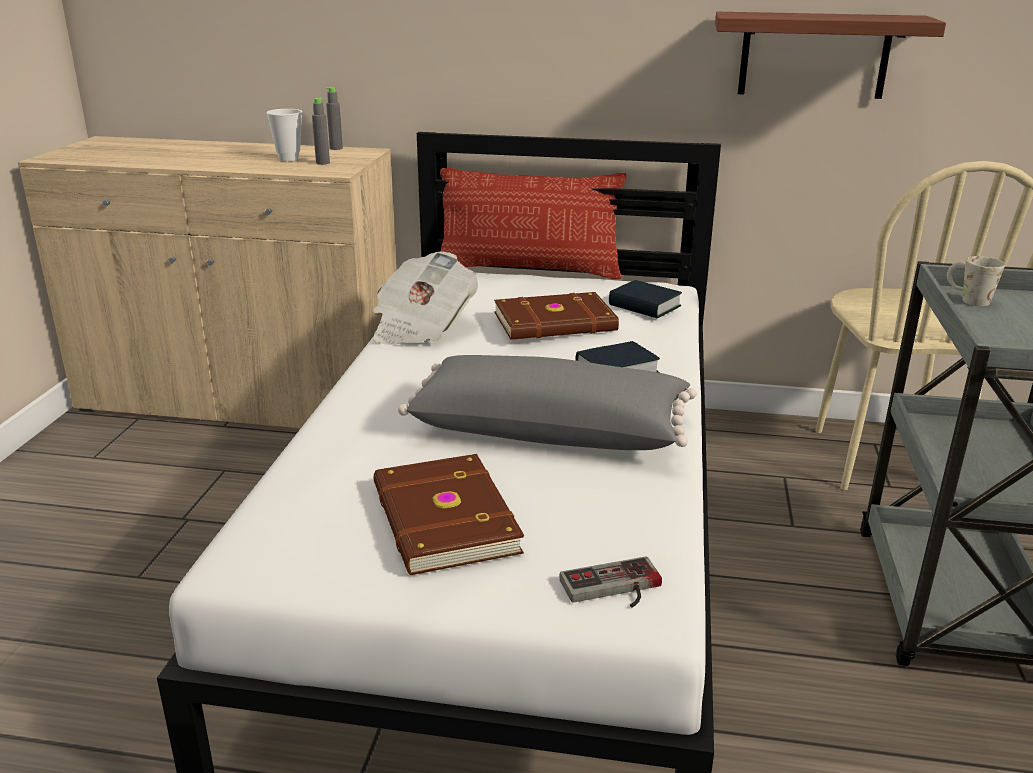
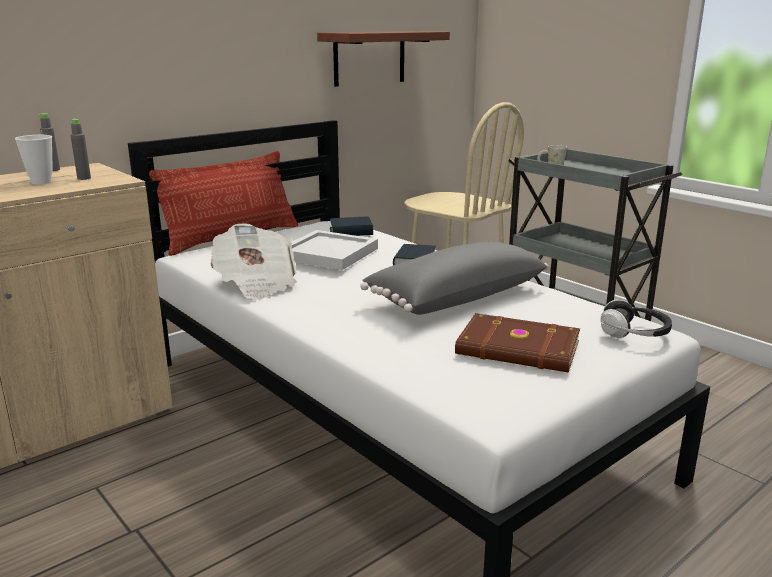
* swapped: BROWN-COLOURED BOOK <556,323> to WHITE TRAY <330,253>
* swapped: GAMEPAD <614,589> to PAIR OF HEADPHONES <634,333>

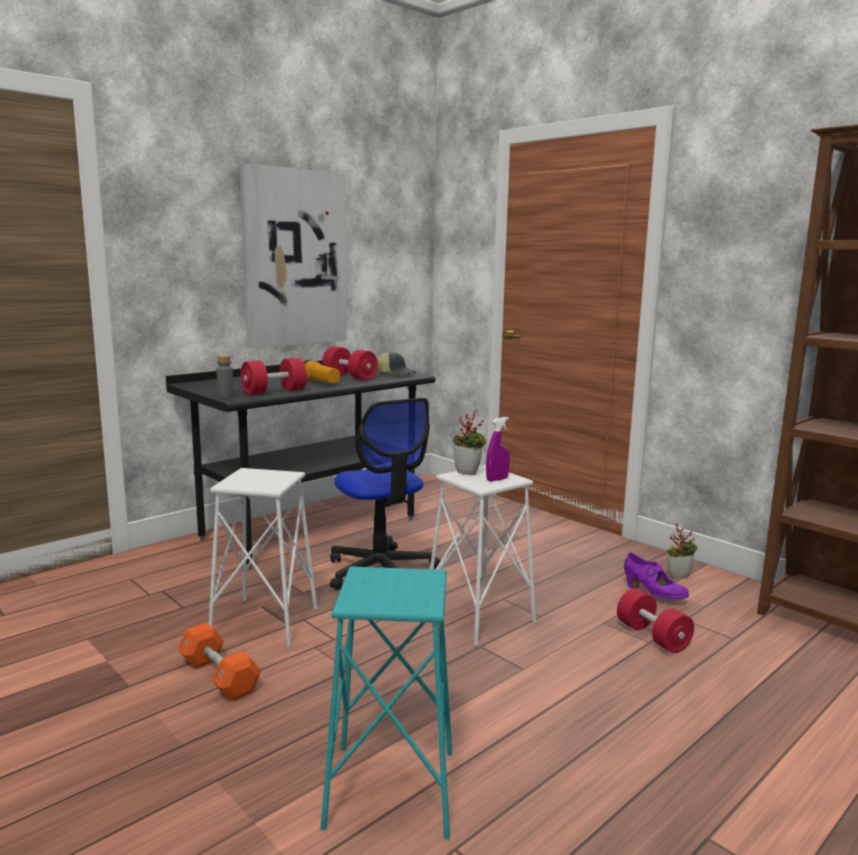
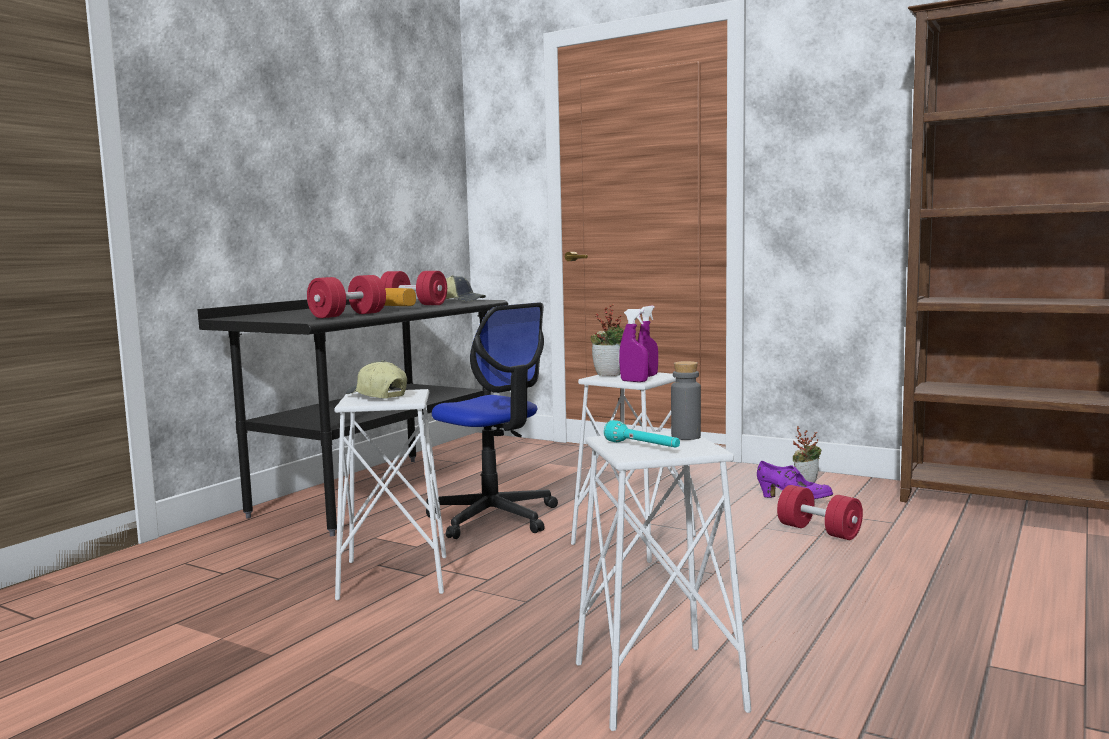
* gone: ORANGE DUMBBELL <219,676>
* gone: PICTURE <295,258>
* new: BASEBALL CAP <376,397>
* new: TURQUOISE HAND TORCH <643,447>
* new: PURPLE-COLOURED SPRAYER <634,381>
* shifted: GRAY DRINK BOTTLE <225,396> to <686,437>
* repainted: TURQUOISE STOOL <391,790> to WHITE STOOL <658,686>

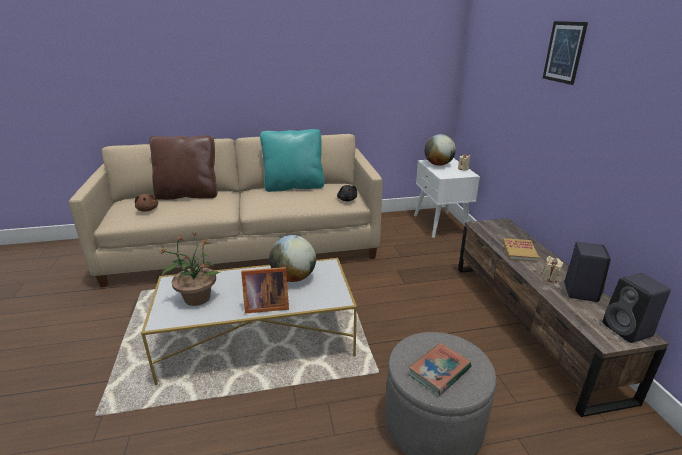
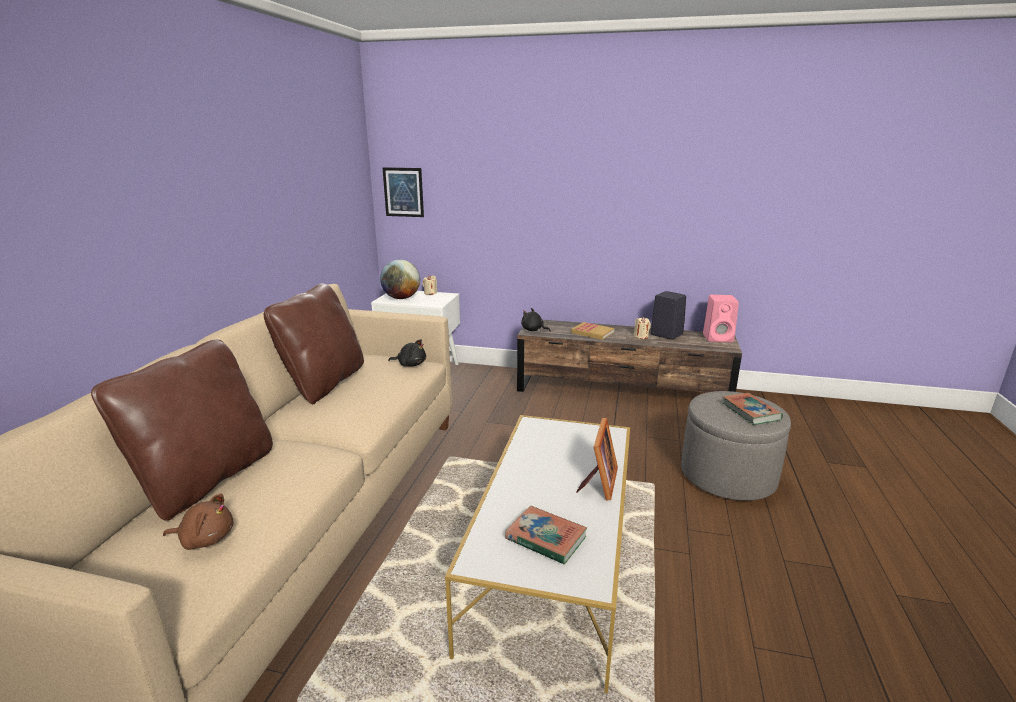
* gone: DESK GLOBE <294,278>
* new: BLACKISH CUDDLY TOY <533,330>
* shifted: PICTURE <564,52> to <403,192>
* swapped: HOUSEPLANT <197,297> to BOOK <546,538>
* repainted: TURQUOISE THROW PILLOW <294,186> to BROWN-COLOURED THROW PILLOW <324,383>
* repainted: BLACKISH AUDIO SPEAKER <628,330> to PINK AUDIO SPEAKER <718,338>

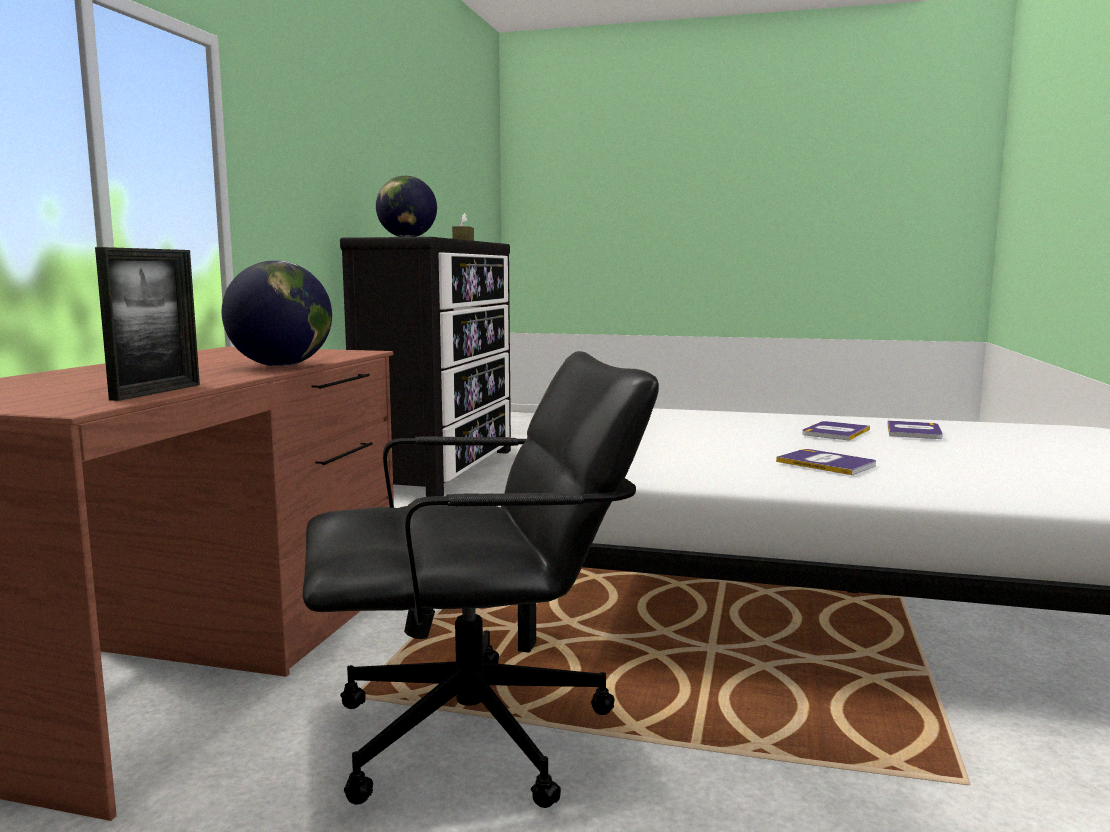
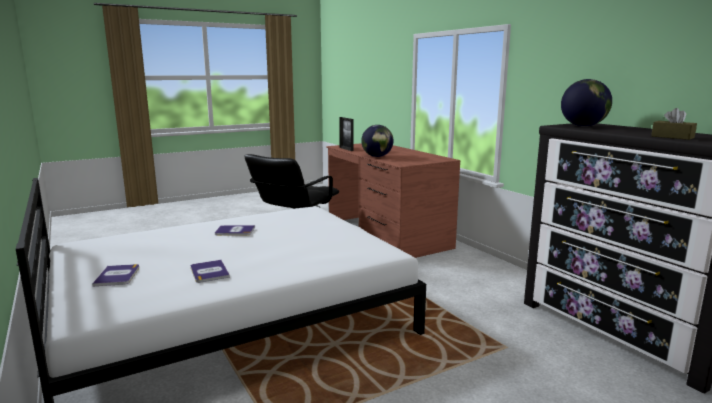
* shifted: BOOK <835,432> to <117,276>

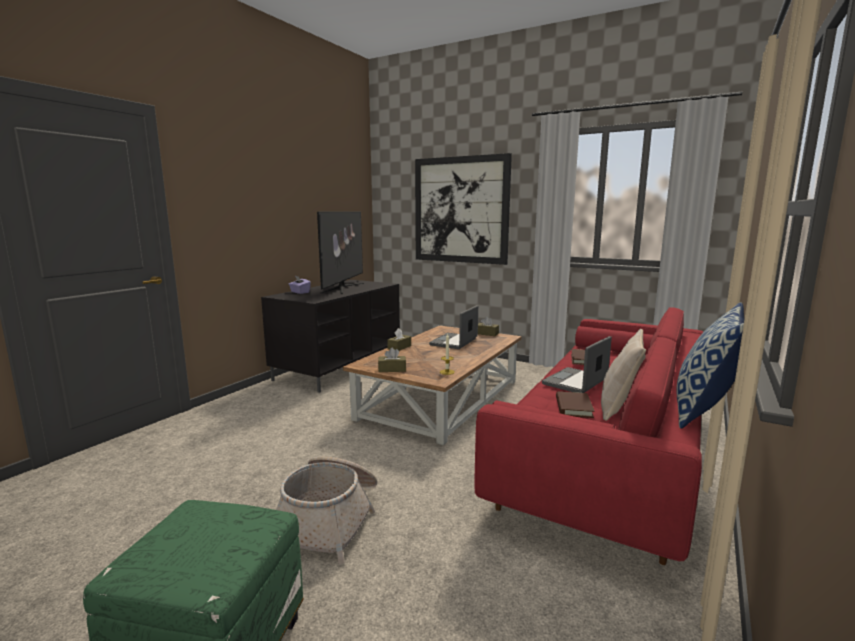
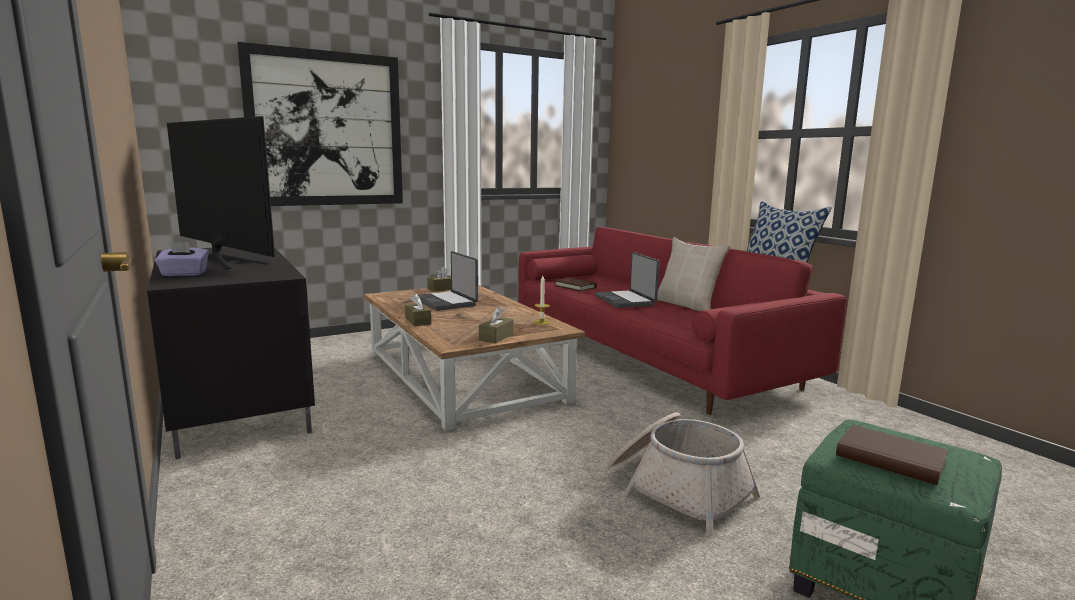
* shifted: BROWN-COLOURED BOOK <573,407> to <890,459>

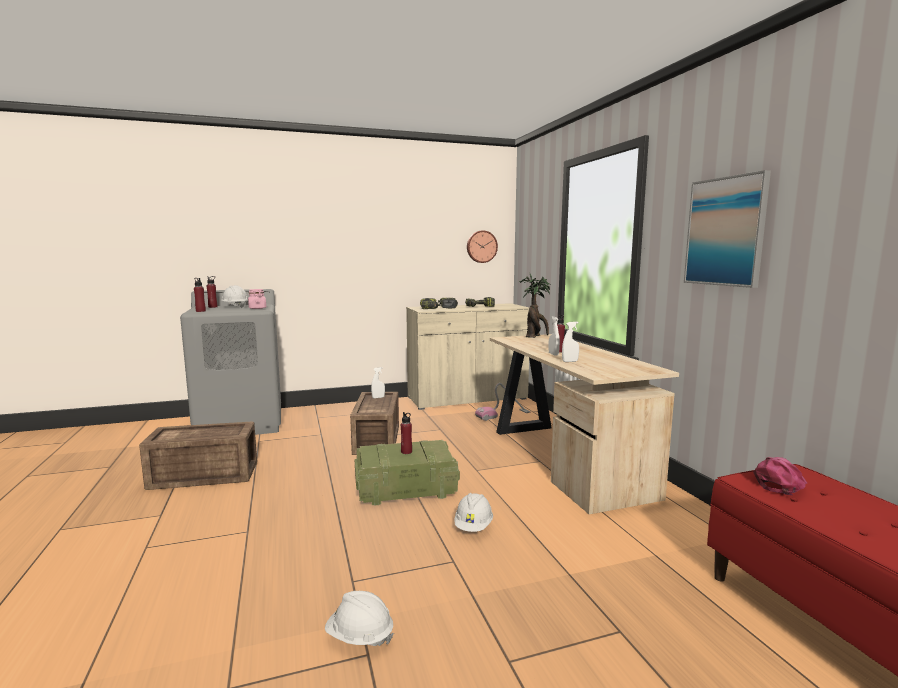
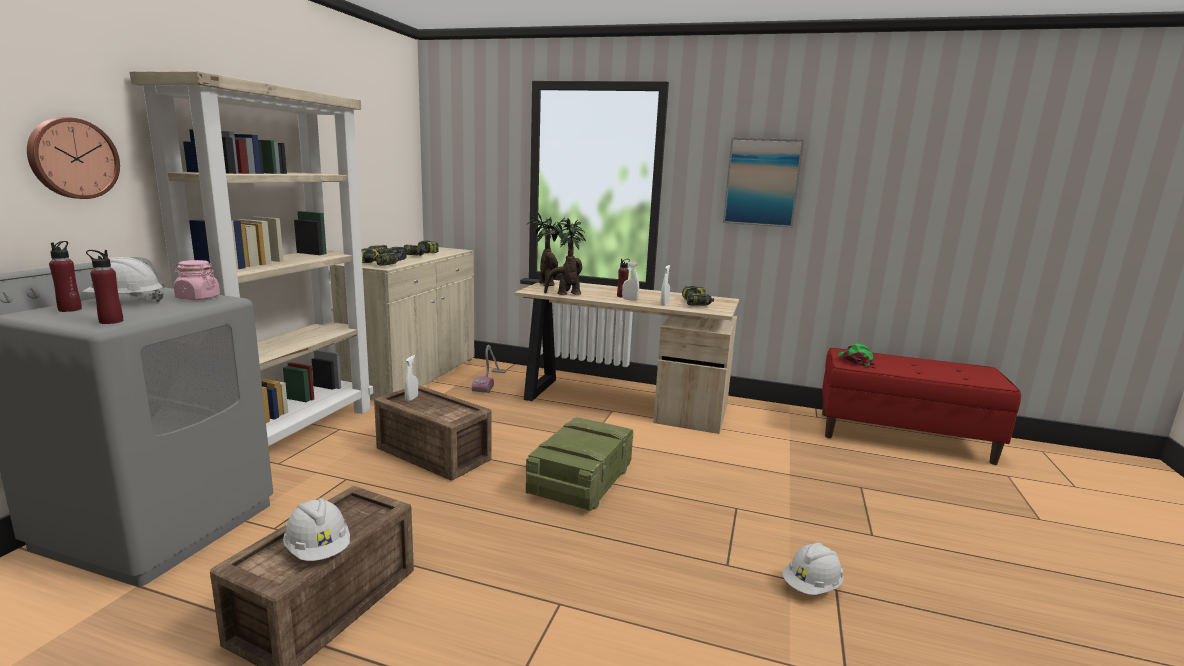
* gone: RED DRINK BOTTLE <406,452>
* new: BEIGE BOOKSHELF <293,434>
* new: HOUSEPLANT <565,294>
* new: ELECTRIC DRILL <697,303>
* shifted: WHITE HARD HAT <473,526> to <318,550>
* shifted: WALL CLOCK <481,246> to <72,158>
* repainted: PINK BASEBALL CAP <780,483> to GREEN BASEBALL CAP <855,360>

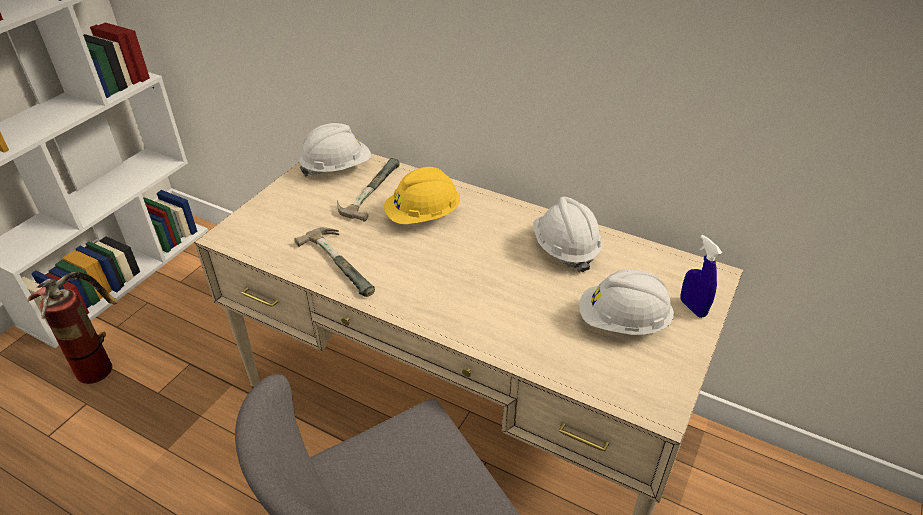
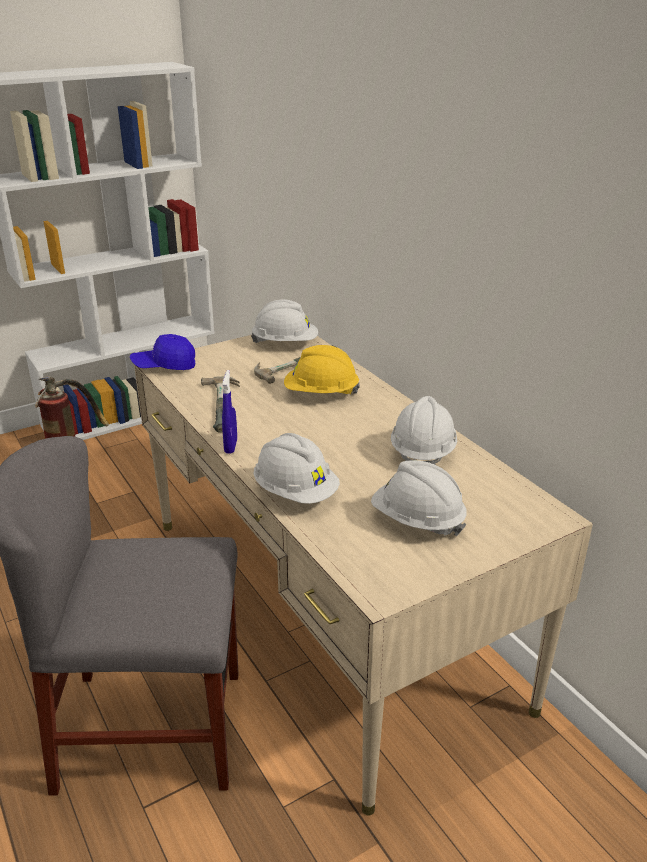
* new: BLUISH BASEBALL CAP <164,366>
* new: WHITE HARD HAT <295,492>
* shifted: BLUISH SPRAYER <692,308> to <231,446>

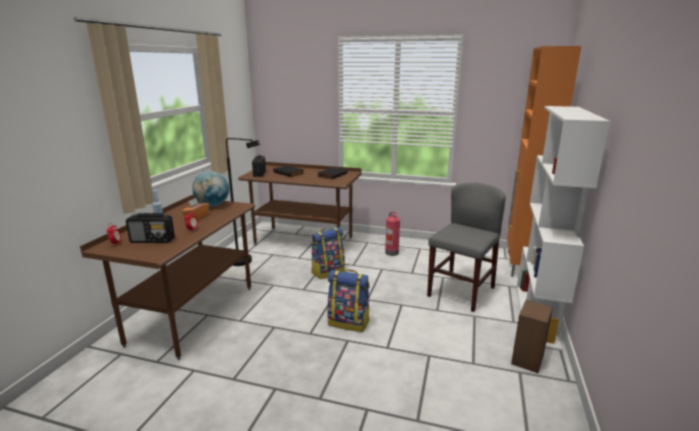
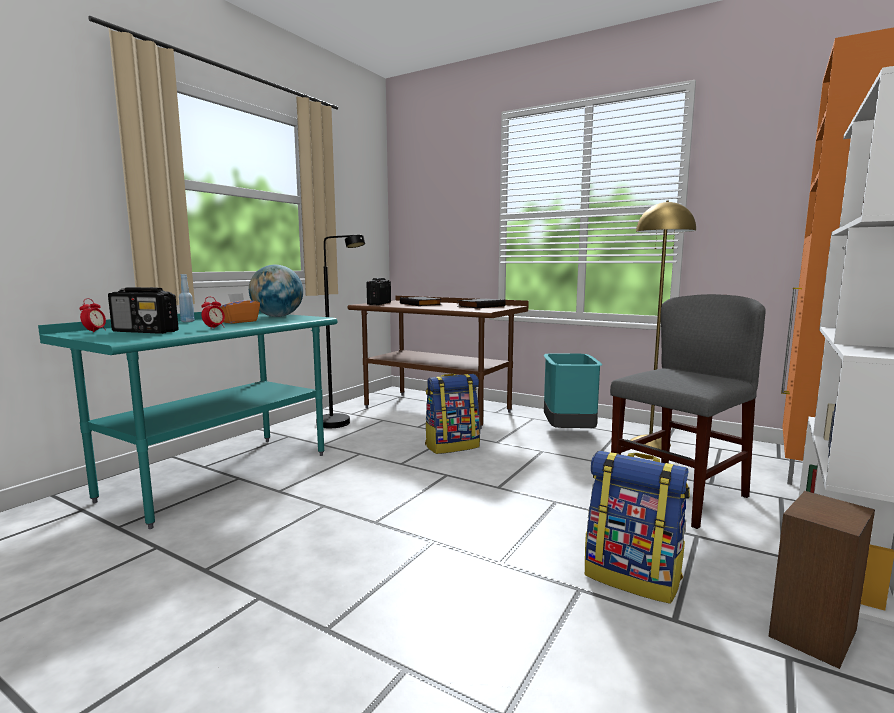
* new: YELLOWISH STANDARD LAMP <650,442>
* shifted: KNAPSACK <349,322> to <633,577>
* swapped: FIRE EXTINGUISHER <391,252> to TURQUOISE RUBBISH BIN <567,432>
* repainted: BROWN-COLOURED DESK TABLE <193,314> to TURQUOISE DESK TABLE <220,476>

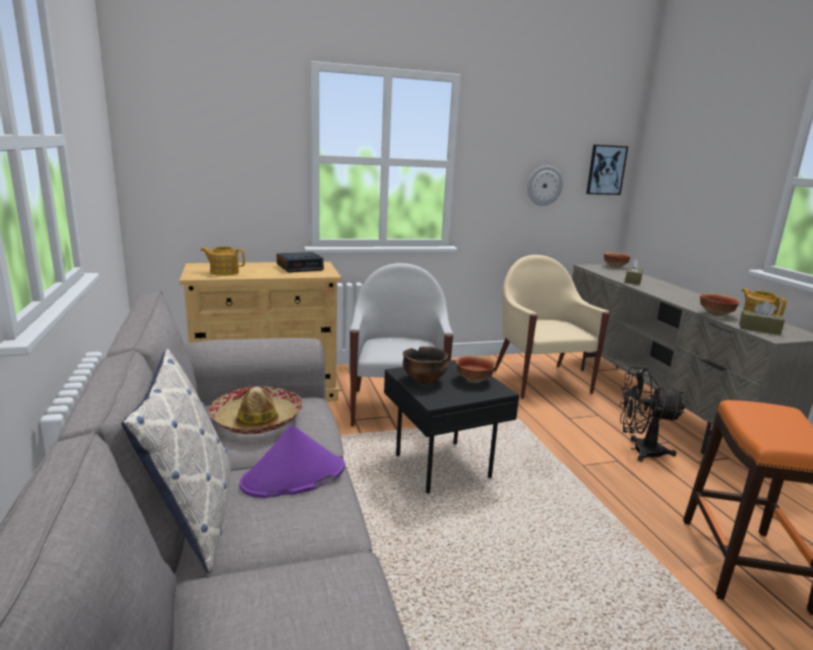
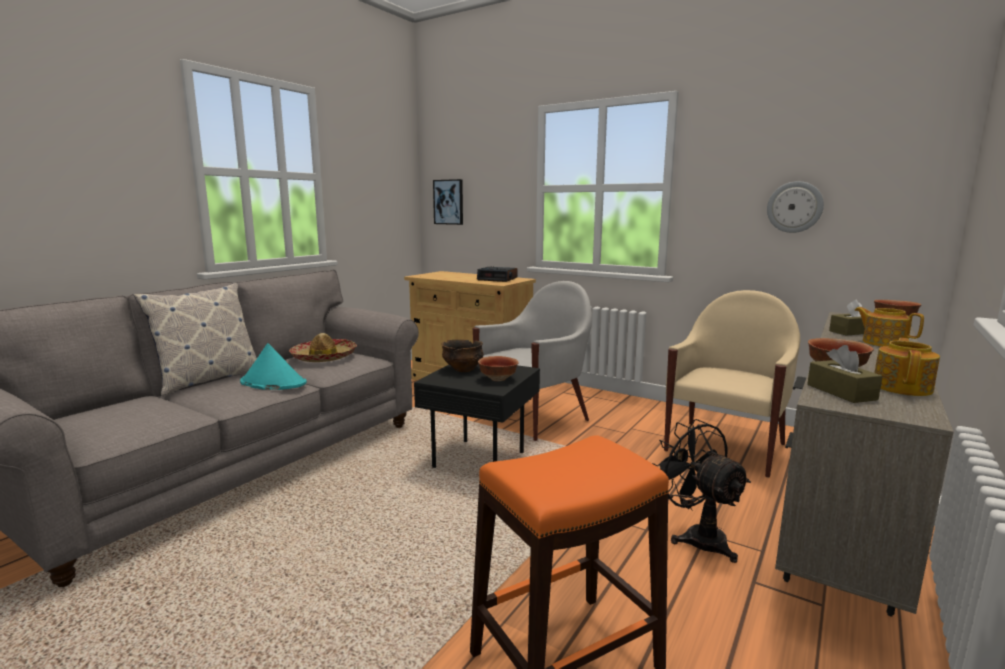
* shifted: TEAPOT <224,272> to <883,343>
* shifted: PICTURE <606,170> to <448,202>
* repainted: PURPLE-COLOURED HAT <293,477> to TURQUOISE HAT <273,383>

